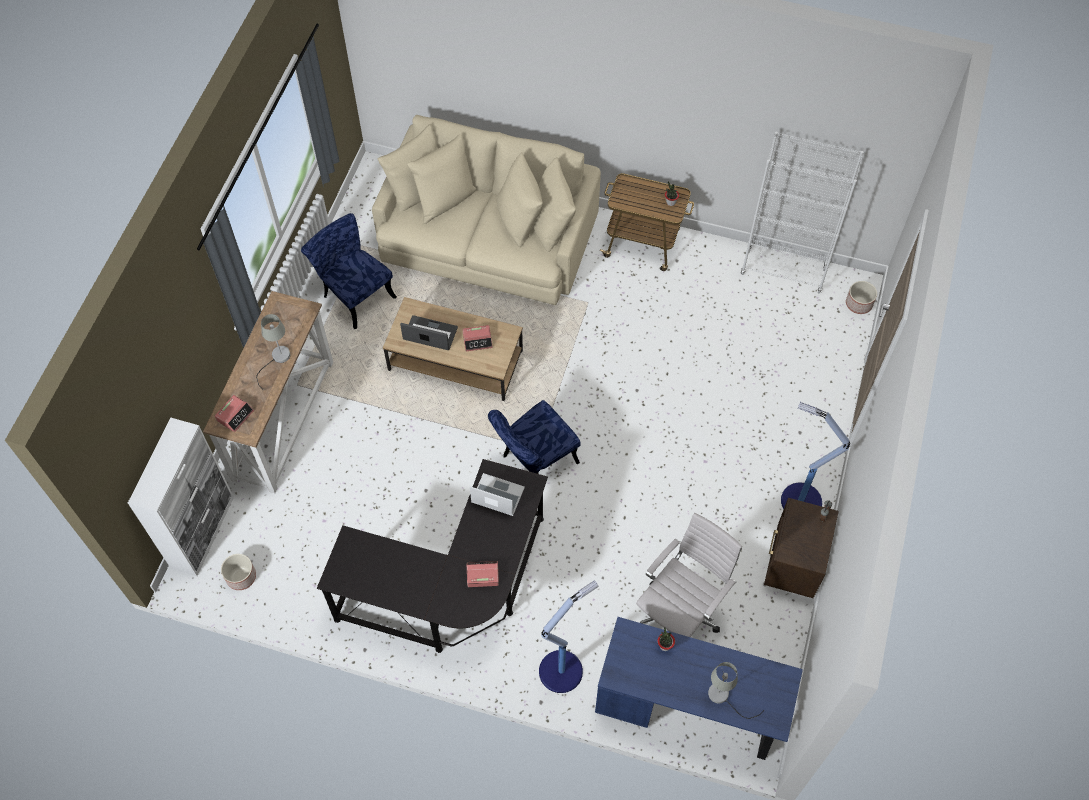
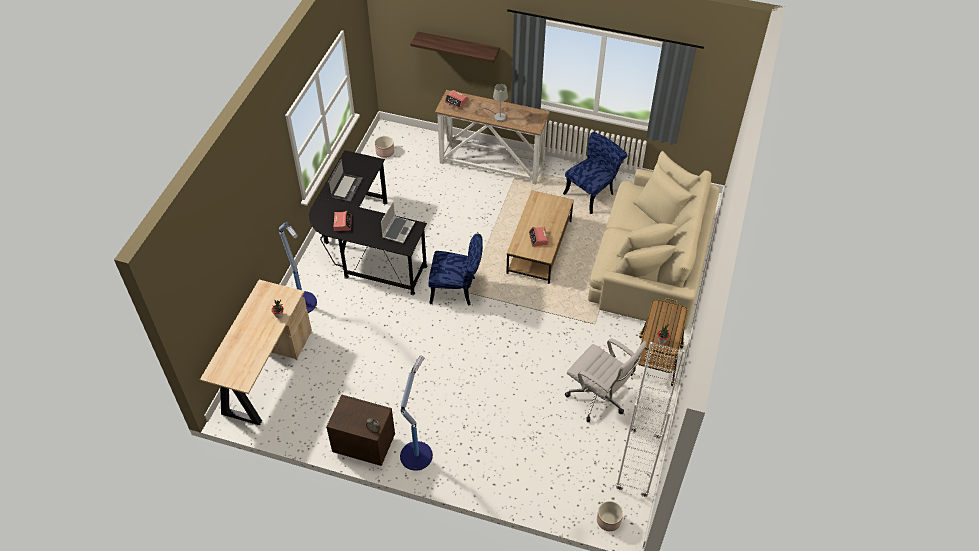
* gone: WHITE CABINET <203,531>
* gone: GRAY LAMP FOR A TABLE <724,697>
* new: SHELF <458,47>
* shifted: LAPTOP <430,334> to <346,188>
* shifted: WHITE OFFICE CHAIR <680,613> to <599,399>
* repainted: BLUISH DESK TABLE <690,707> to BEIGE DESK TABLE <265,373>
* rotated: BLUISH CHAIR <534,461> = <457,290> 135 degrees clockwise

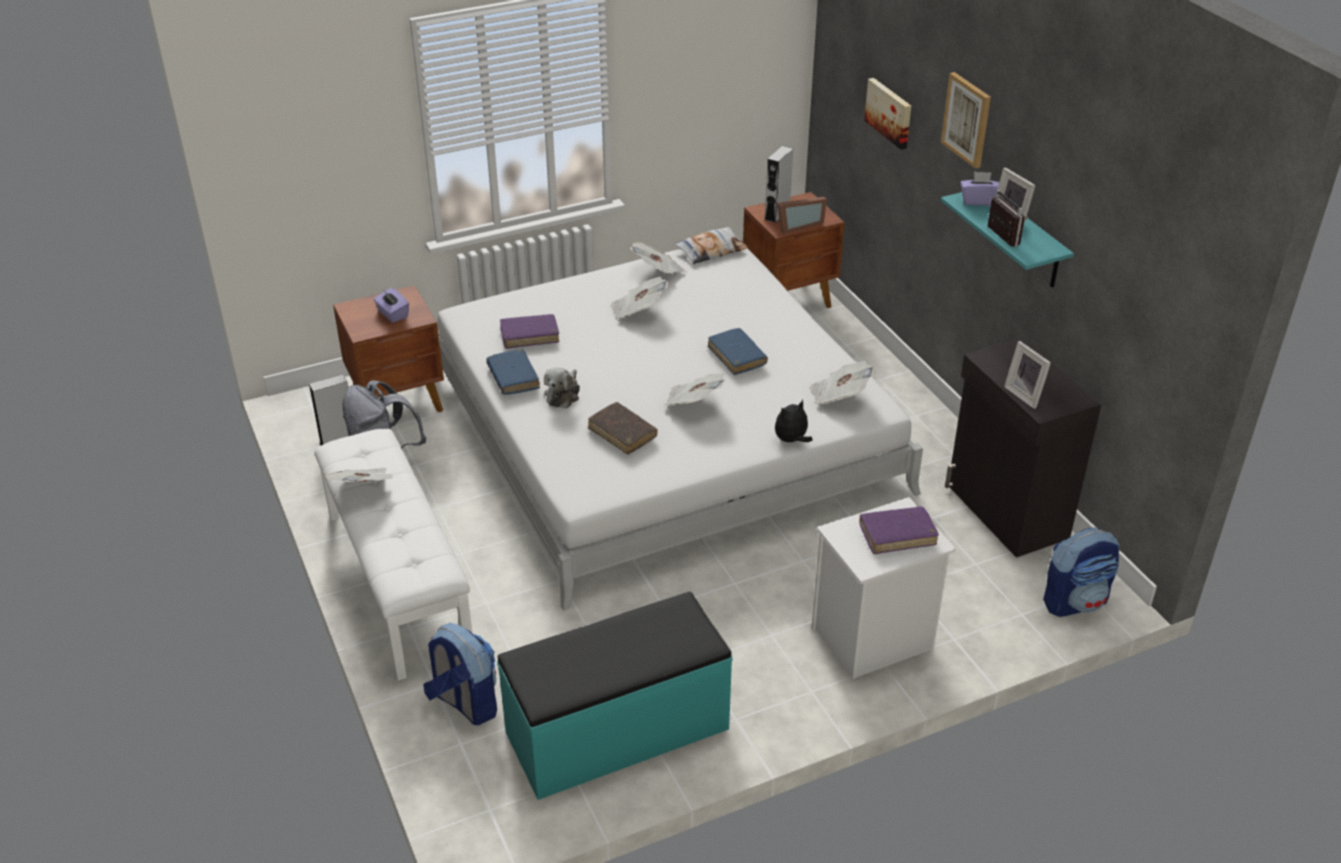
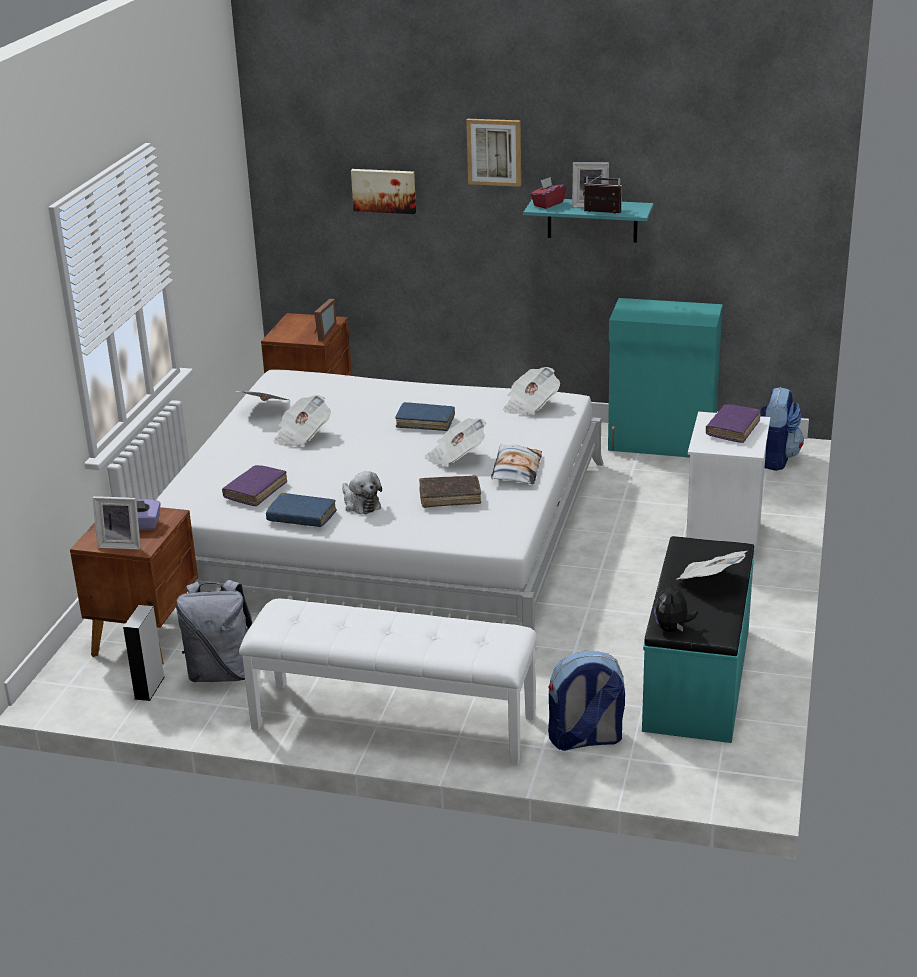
* gone: GRAY AUDIO SPEAKER <777,214>
* shifted: DAILY PAPER <364,488> to <710,581>
* shifted: THROW PILLOW <711,250> to <516,470>
* shifted: CUDDLY TOY <791,440> to <672,629>
* shifted: STANDING FRAME <1026,395> to <121,544>
* repainted: BLACKISH CABINET <1006,512> to TURQUOISE CABINET <662,443>
* repainted: PURPLE-COLOURED TISSUE BOX <978,201> to RED TISSUE BOX <548,204>

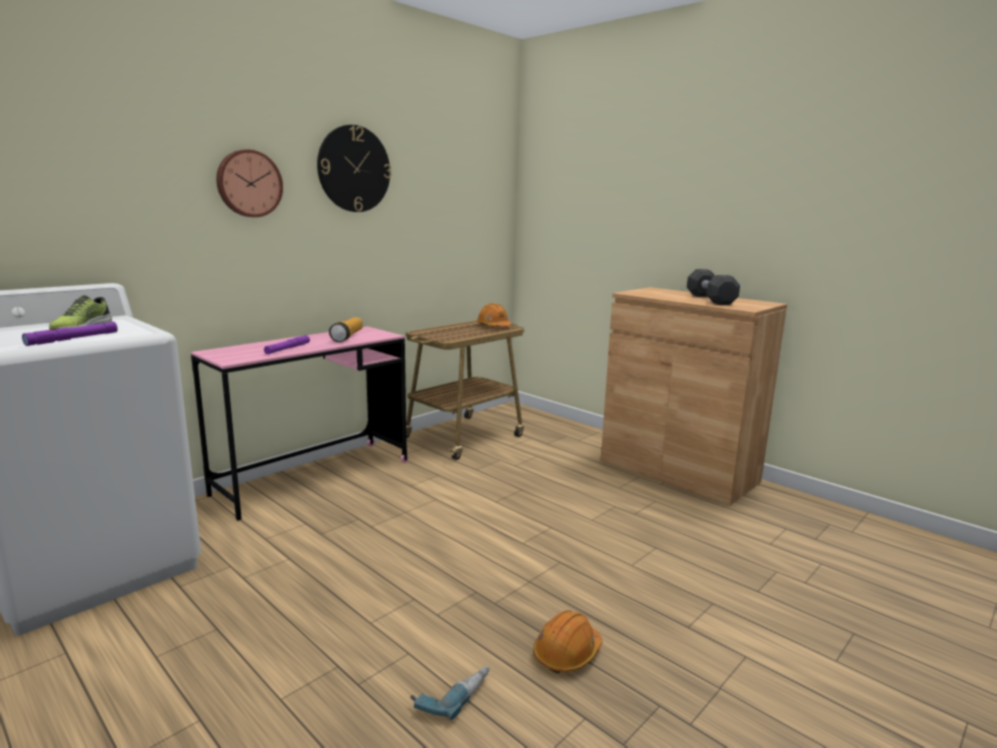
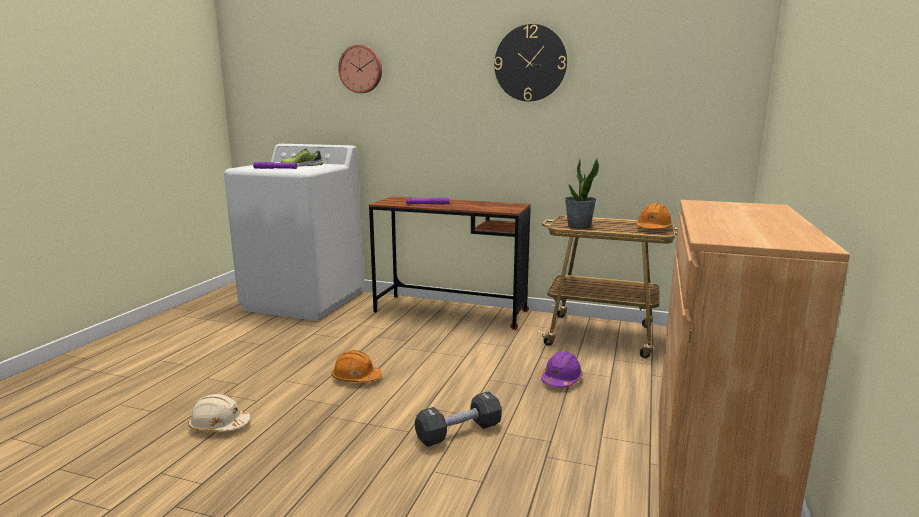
* gone: HAND TORCH <347,337>
* new: PURPLE-COLOURED HARD HAT <561,380>
* new: HOUSEPLANT <579,226>
* shifted: WALL CLOCK <248,183> to <361,69>
* shifted: ORANGE HARD HAT <567,653> to <356,378>
* shifted: BLACKISH DUMBBELL <710,299> to <459,432>
* swapped: ELECTRIC DRILL <452,693> to BEIGE HARD HAT <219,425>
* repainted: PINK DESK TABLE <313,477> to BROWN-COLOURED DESK TABLE <450,311>

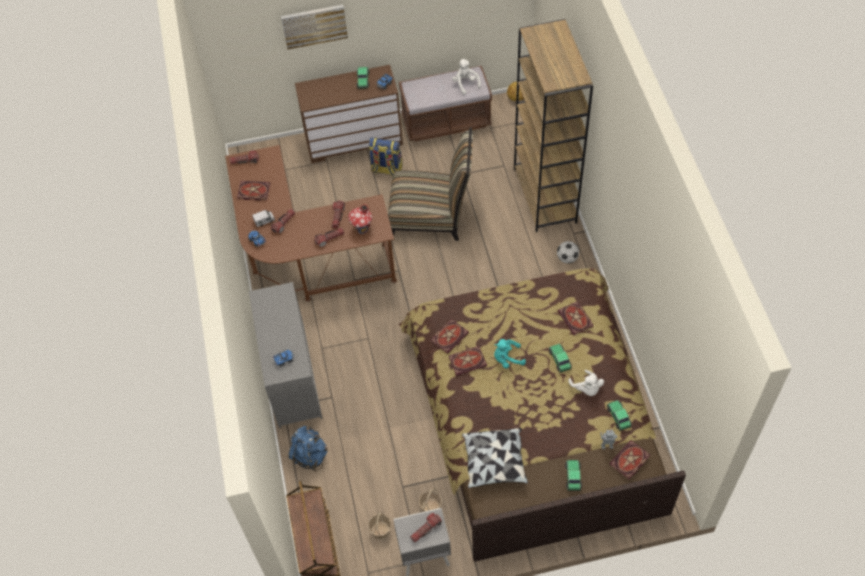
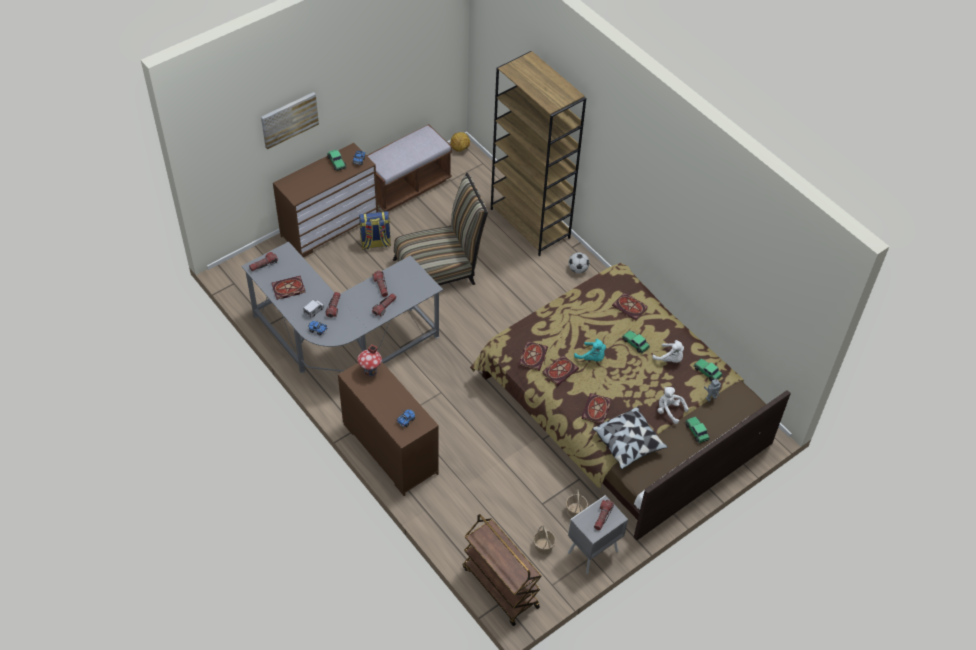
* gone: BLUISH KNAPSACK <310,455>
* shifted: MINIATURE HOUSE <362,228> to <370,371>
* shifted: WHITE CUDDLY TOY <465,84> to <669,410>
* shifted: BOOK <629,461> to <596,410>
* repainted: BROWN-COLOURED DESK TABLE <305,257> to GRAY DESK TABLE <342,342>
* repainted: GRAY DRAWER CHEST <291,377> to BROWN-COLOURED DRAWER CHEST <389,449>
* rotated: TURQUOISE CUDDLY TOY <507,359> = <592,358> 105 degrees counterclockwise

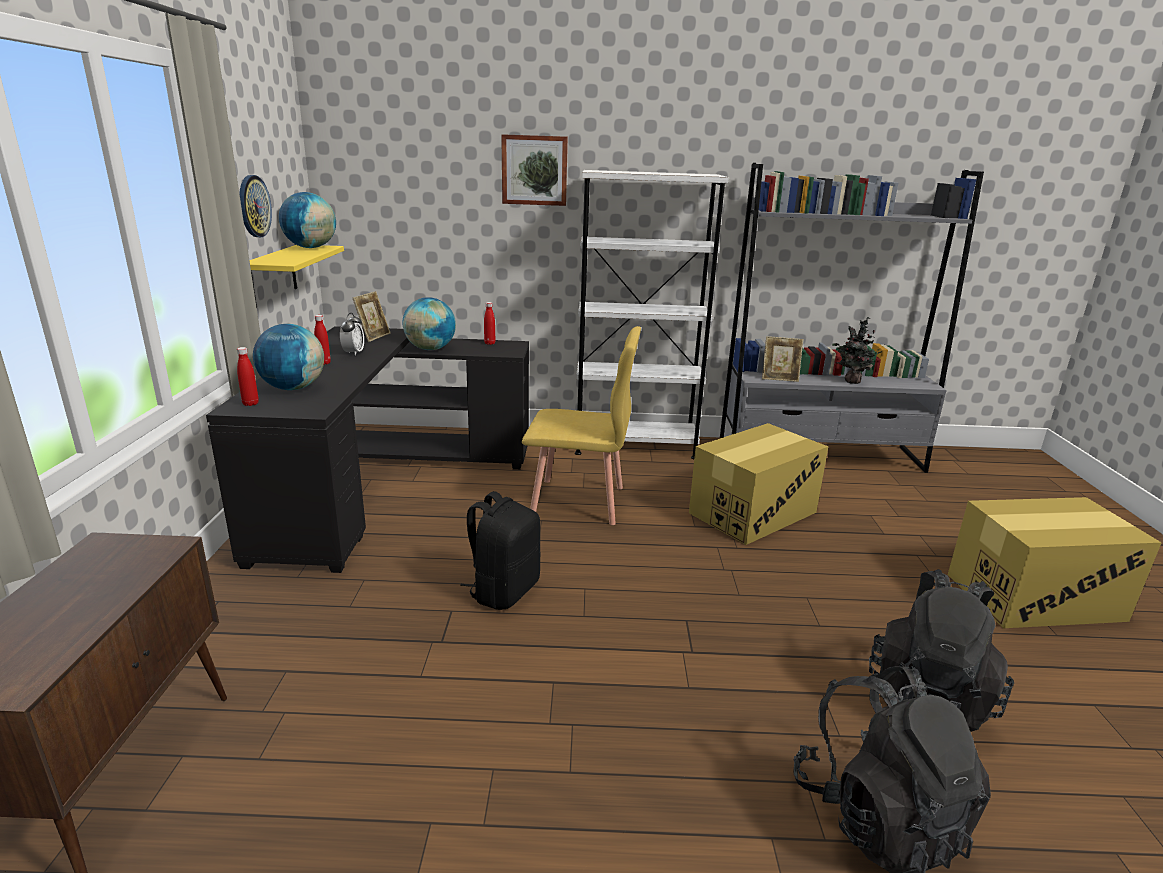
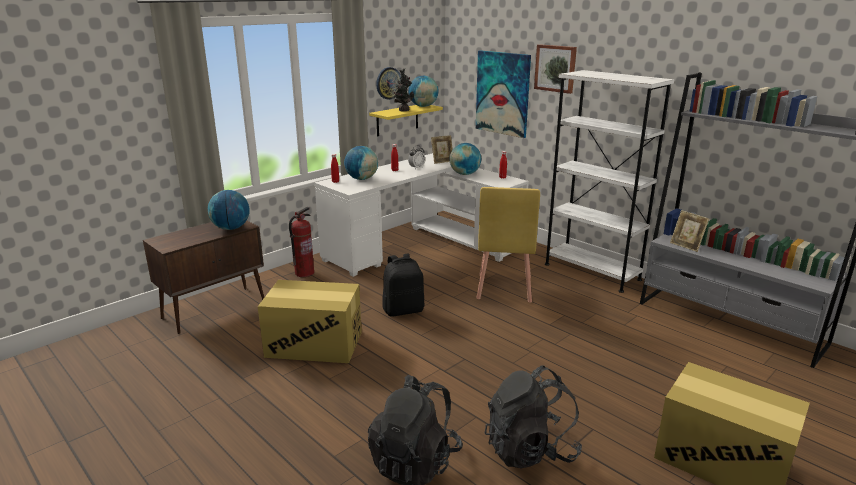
* new: DESK GLOBE <231,228>
* new: FIRE EXTINGUISHER <304,273>
* new: PICTURE <502,93>
* shifted: CARTON <752,513> to <314,344>
* shifted: HOUSEPLANT <851,381> to <403,110>
* repainted: BLACKISH DESK TABLE <382,483> to WHITE DESK TABLE <421,246>
* rotated: YELLOWISH CHAIR <579,502> = <503,288> 45 degrees clockwise

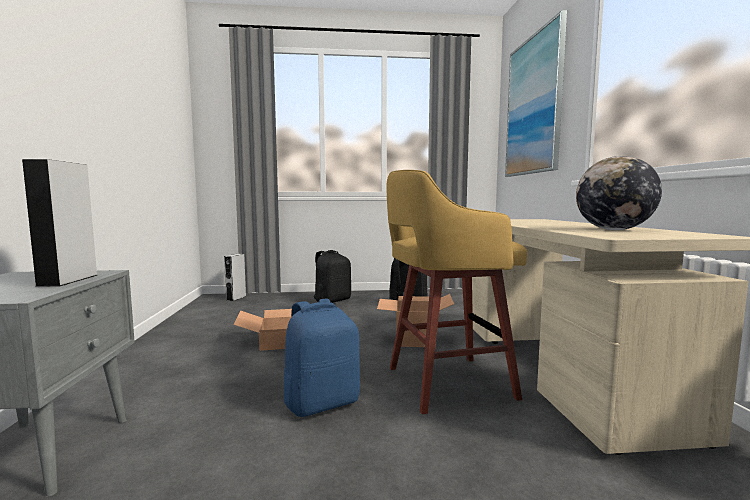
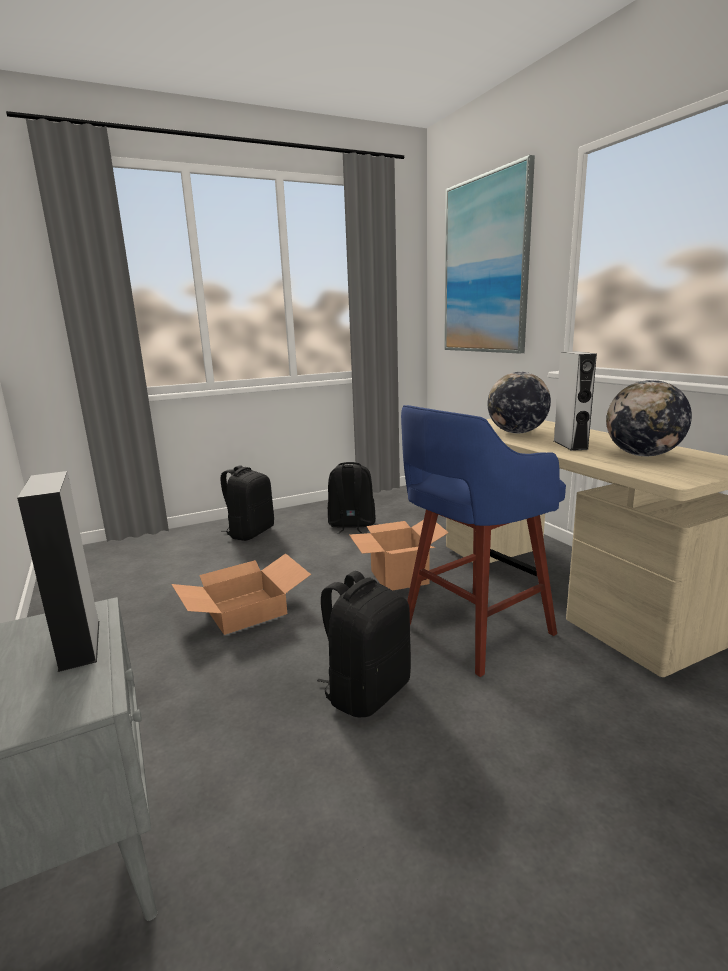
* new: DESK GLOBE <517,432>
* shifted: GRAY AUDIO SPEAKER <236,298> to <570,445>
* repainted: BLUISH KNAPSACK <322,402> to BLACKISH KNAPSACK <367,691>
* repainted: YELLOWISH STOOL <445,383> to BLUISH STOOL <473,631>

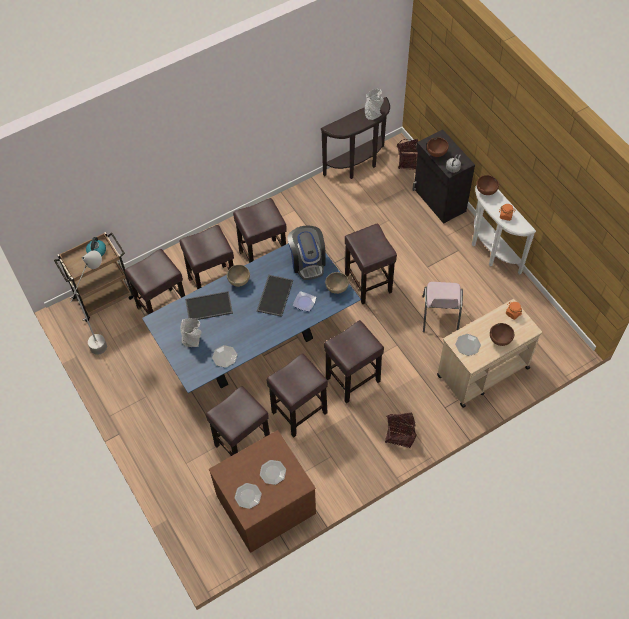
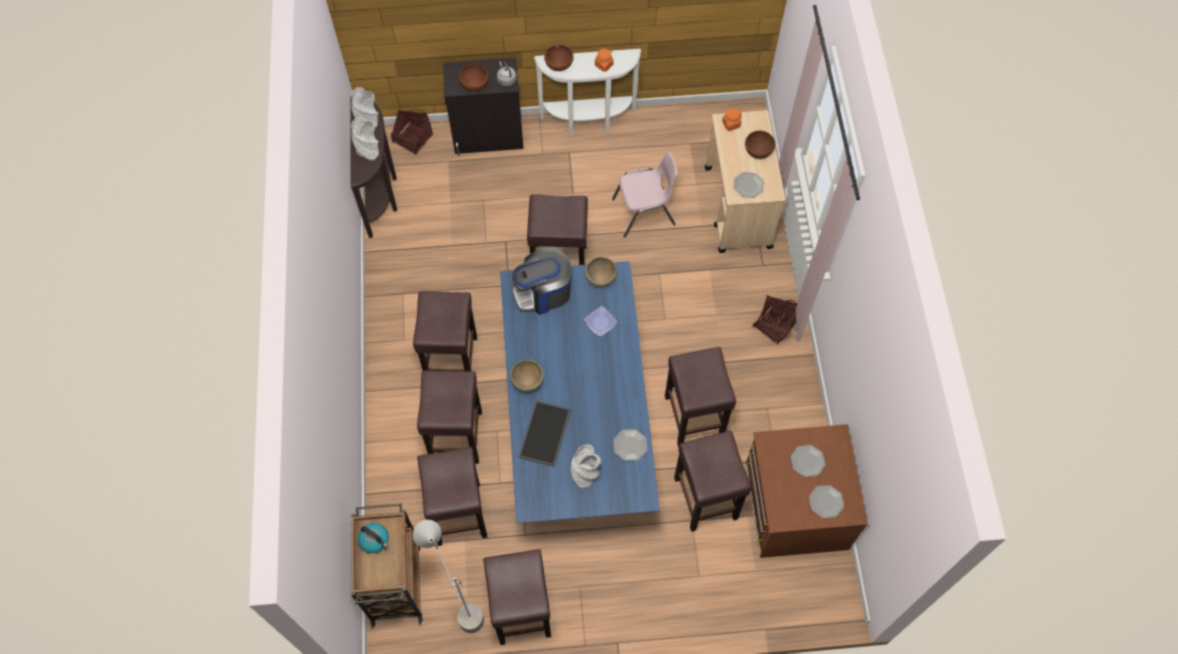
* gone: TRAY <274,295>
* new: GRAY DECORATIVE VASE <368,149>
* shifted: BROWN-COLOURED STOOL <352,380> to <522,612>
* rotated: COFFEE MACHINE <307,262> = <543,293> 150 degrees clockwise
* rotated: PINK CHAIR <440,315> = <645,212> 45 degrees counterclockwise

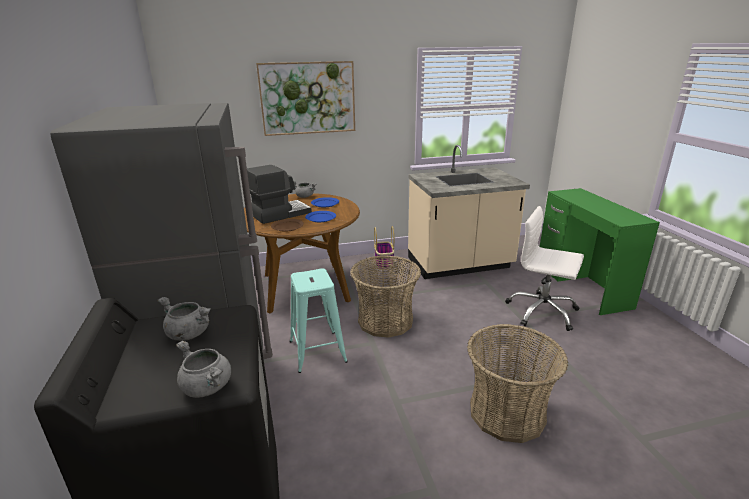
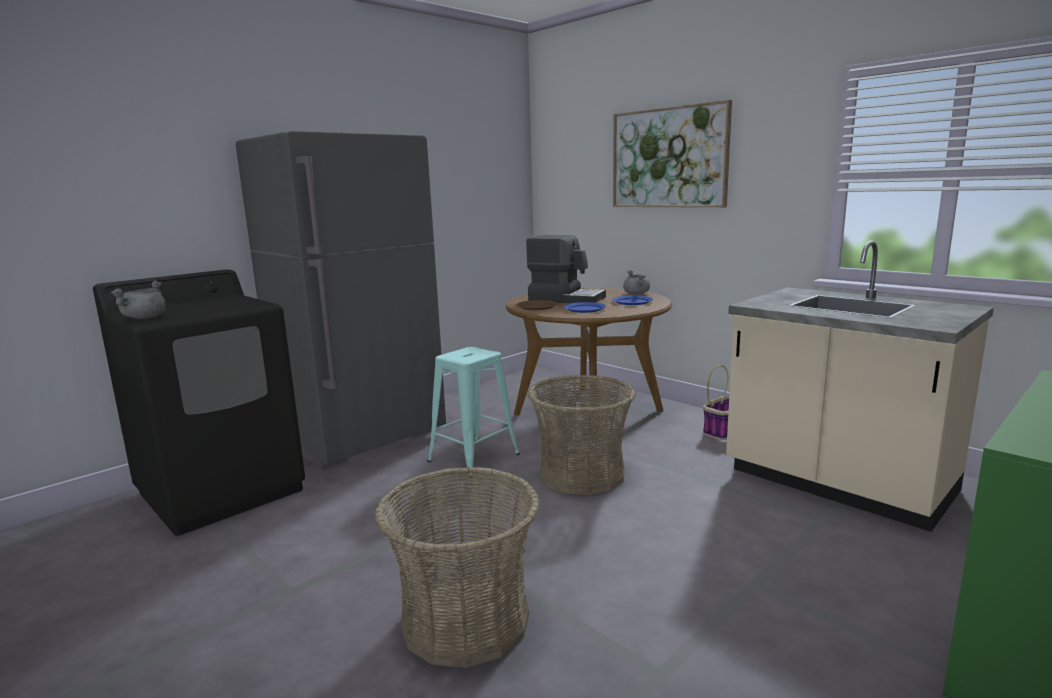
* gone: GRAY COOKING POT <188,334>
* gone: WHITE OFFICE CHAIR <542,311>

